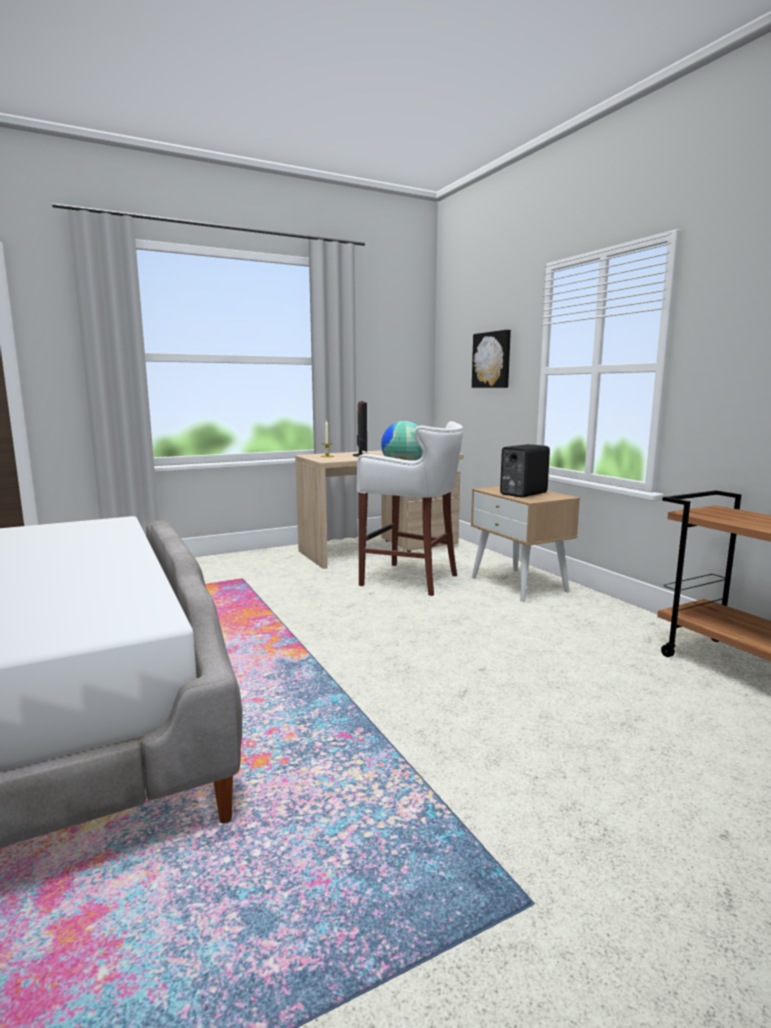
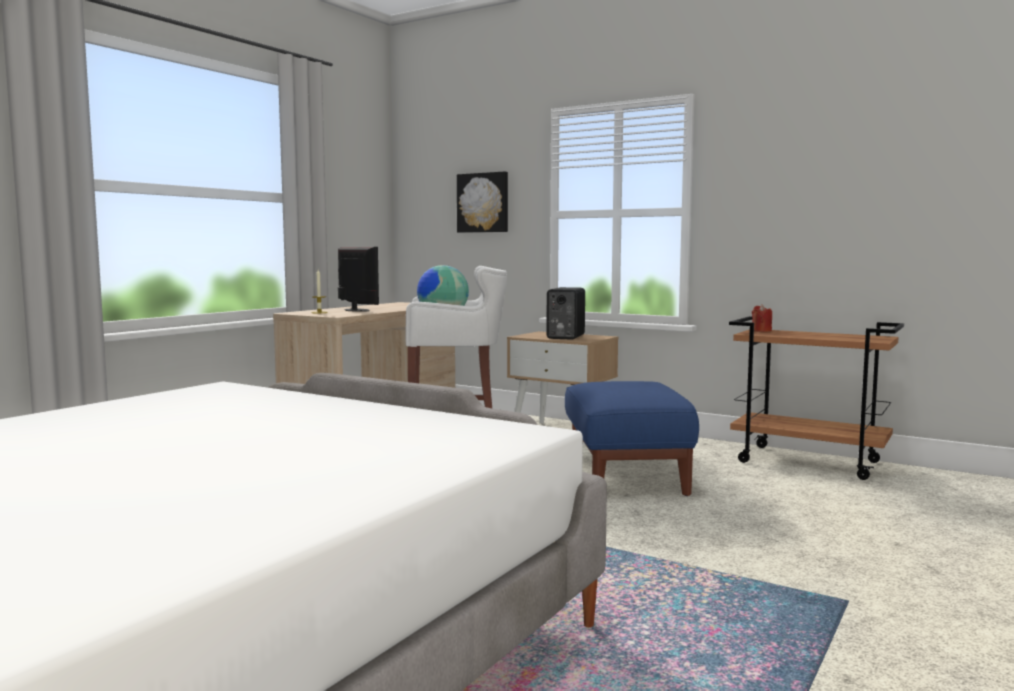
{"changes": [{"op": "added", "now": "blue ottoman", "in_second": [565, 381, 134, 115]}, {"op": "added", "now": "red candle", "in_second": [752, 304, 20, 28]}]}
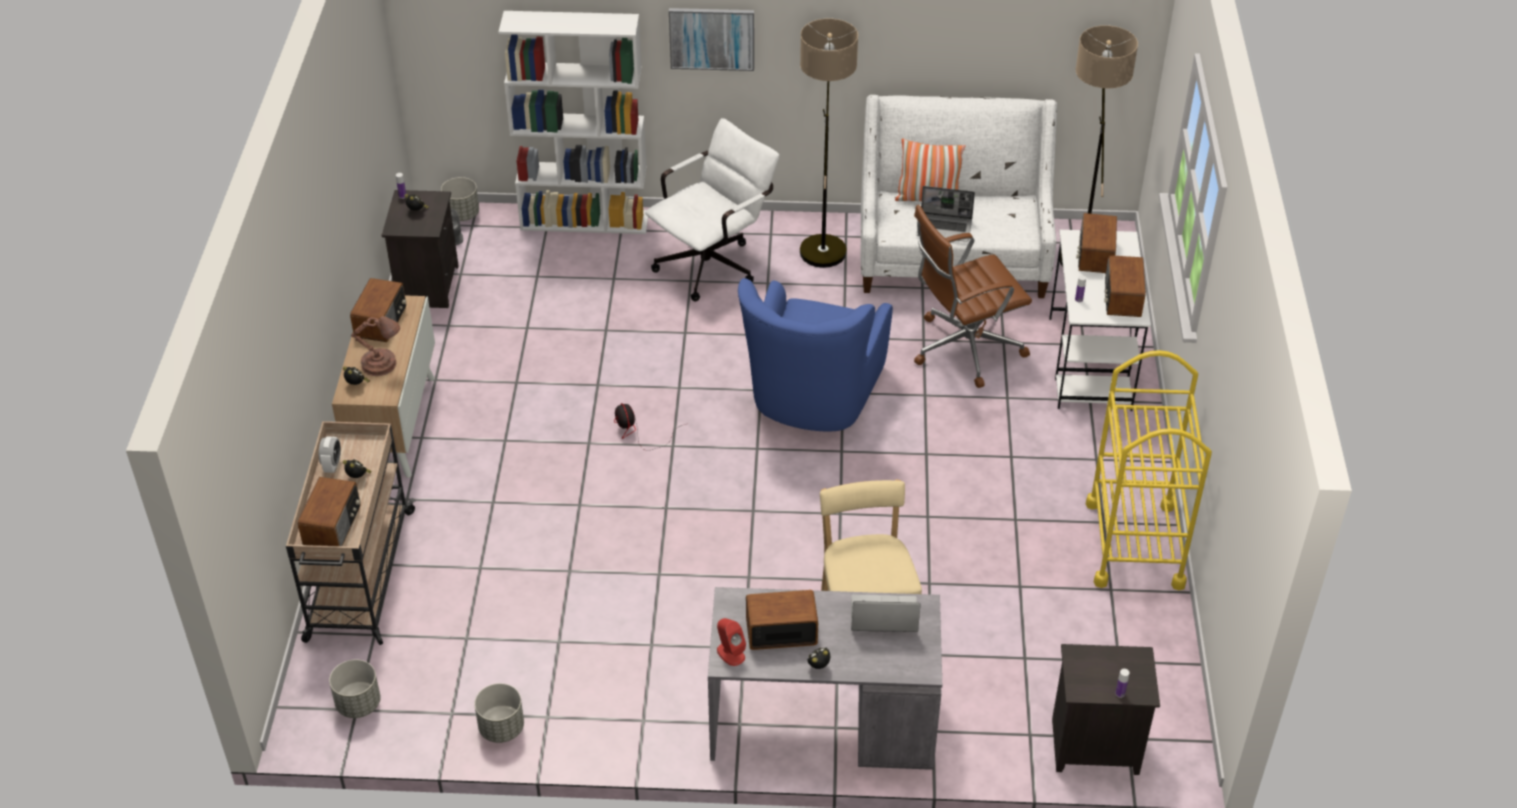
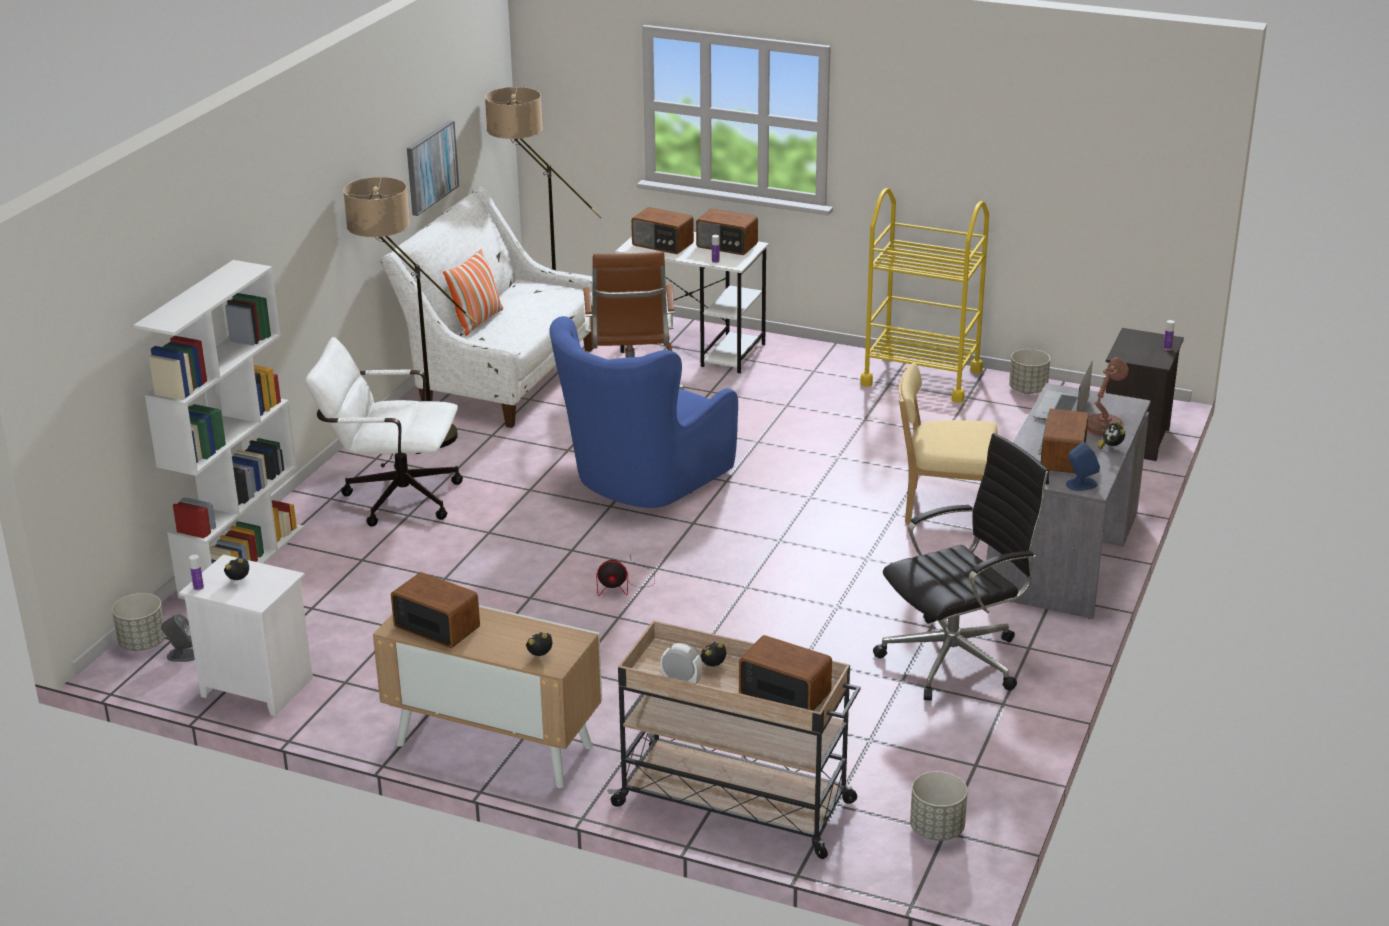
{"changes": [{"op": "removed", "was": "laptop", "in_first": [916, 186, 59, 56]}, {"op": "added", "now": "black office chair", "in_second": [873, 433, 176, 268]}, {"op": "moved", "was": "brown table lamp", "in_first": [351, 316, 49, 60], "in_second": [1087, 357, 42, 80]}, {"op": "moved", "was": "grey planter", "in_first": [474, 683, 50, 60], "in_second": [1009, 349, 41, 45]}, {"op": "moved", "was": "picture", "in_first": [669, 8, 85, 63], "in_second": [407, 120, 52, 96]}, {"op": "recoloured", "was": "black nightstand", "now": "white nightstand", "in_first": [381, 190, 78, 118], "in_second": [179, 554, 134, 162]}, {"op": "recoloured", "was": "red speaker", "now": "blue speaker", "in_first": [717, 618, 29, 48], "in_second": [1066, 441, 34, 50]}, {"op": "turned", "was": "white office chair", "in_first": [645, 118, 134, 183], "in_second": [305, 337, 158, 190], "clockwise": -60}, {"op": "turned", "was": "blue armchair", "in_first": [738, 278, 155, 154], "in_second": [549, 316, 189, 192], "clockwise": 90}]}
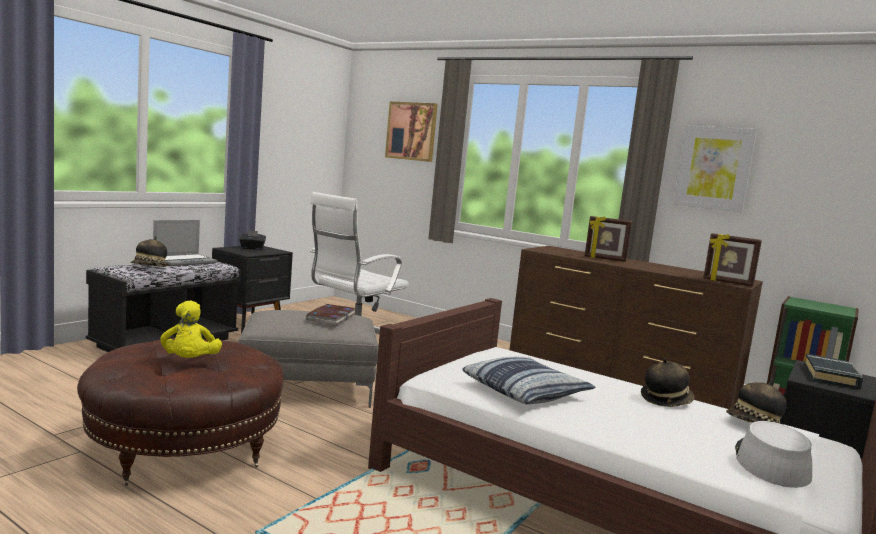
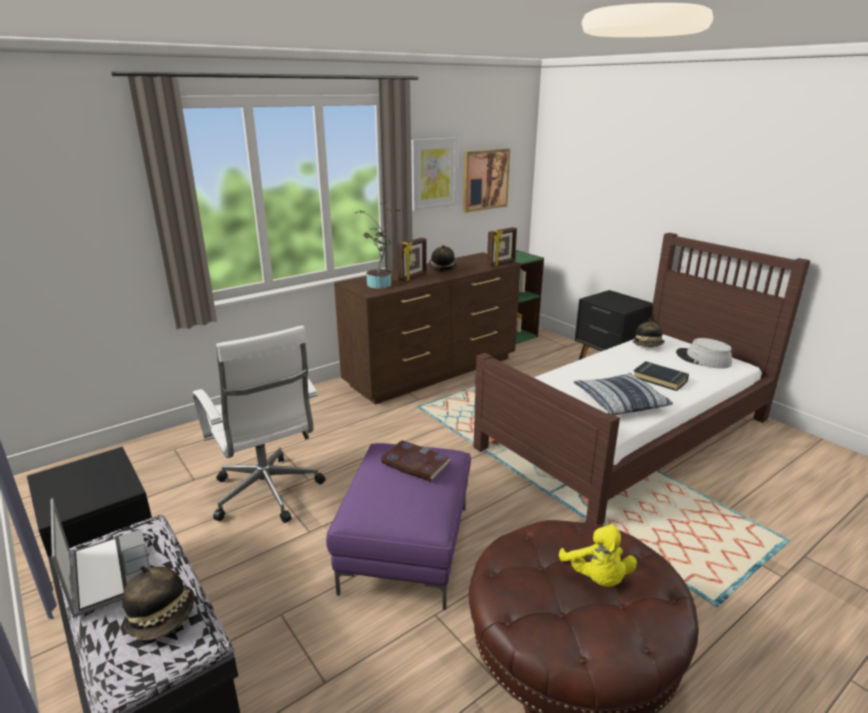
{"changes": [{"op": "removed", "was": "black tissue box", "in_first": [239, 230, 27, 20]}, {"op": "added", "now": "potted plant", "in_second": [355, 202, 45, 87]}, {"op": "moved", "was": "picture", "in_first": [385, 101, 53, 61], "in_second": [463, 149, 47, 63]}, {"op": "moved", "was": "hat", "in_first": [641, 358, 54, 49], "in_second": [429, 245, 28, 27]}, {"op": "moved", "was": "black book", "in_first": [804, 354, 59, 35], "in_second": [633, 361, 56, 30]}, {"op": "recoloured", "was": "grey ottoman", "now": "purple ottoman", "in_first": [238, 310, 140, 98], "in_second": [326, 443, 145, 167]}, {"op": "turned", "was": "yellow plush toy", "in_first": [160, 301, 62, 57], "in_second": [559, 524, 78, 63], "clockwise": 75}]}
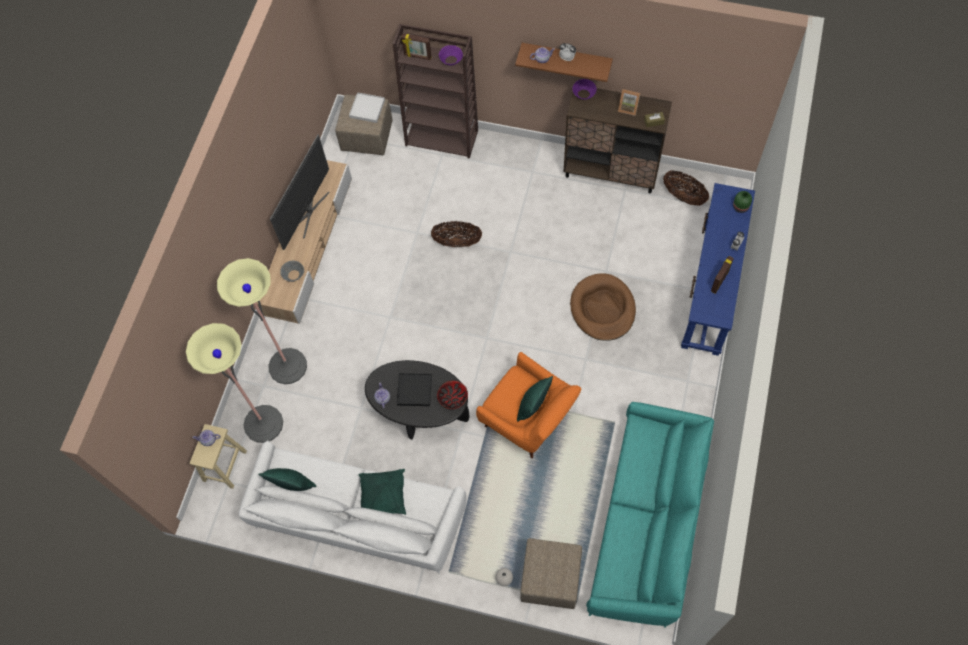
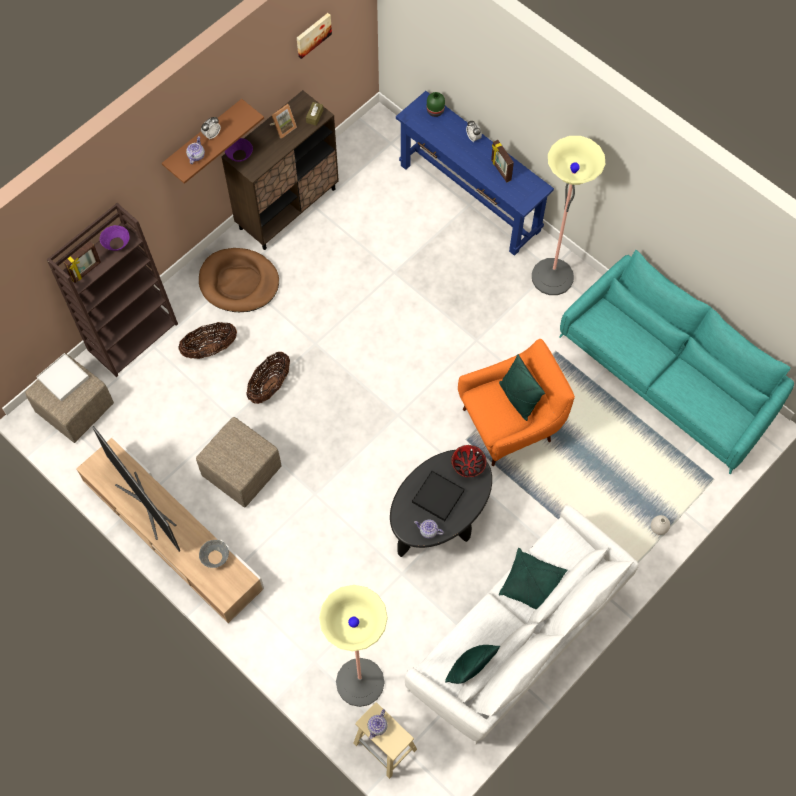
{"changes": [{"op": "added", "now": "picture", "in_second": [297, 13, 35, 46]}, {"op": "moved", "was": "floor lamp", "in_first": [217, 258, 90, 126], "in_second": [532, 136, 73, 159]}, {"op": "moved", "was": "beige ottoman", "in_first": [520, 538, 62, 71], "in_second": [196, 417, 86, 91]}, {"op": "moved", "was": "brown dog bed", "in_first": [570, 273, 66, 68], "in_second": [199, 248, 80, 64]}, {"op": "moved", "was": "basket", "in_first": [663, 170, 46, 36], "in_second": [178, 322, 59, 37]}]}
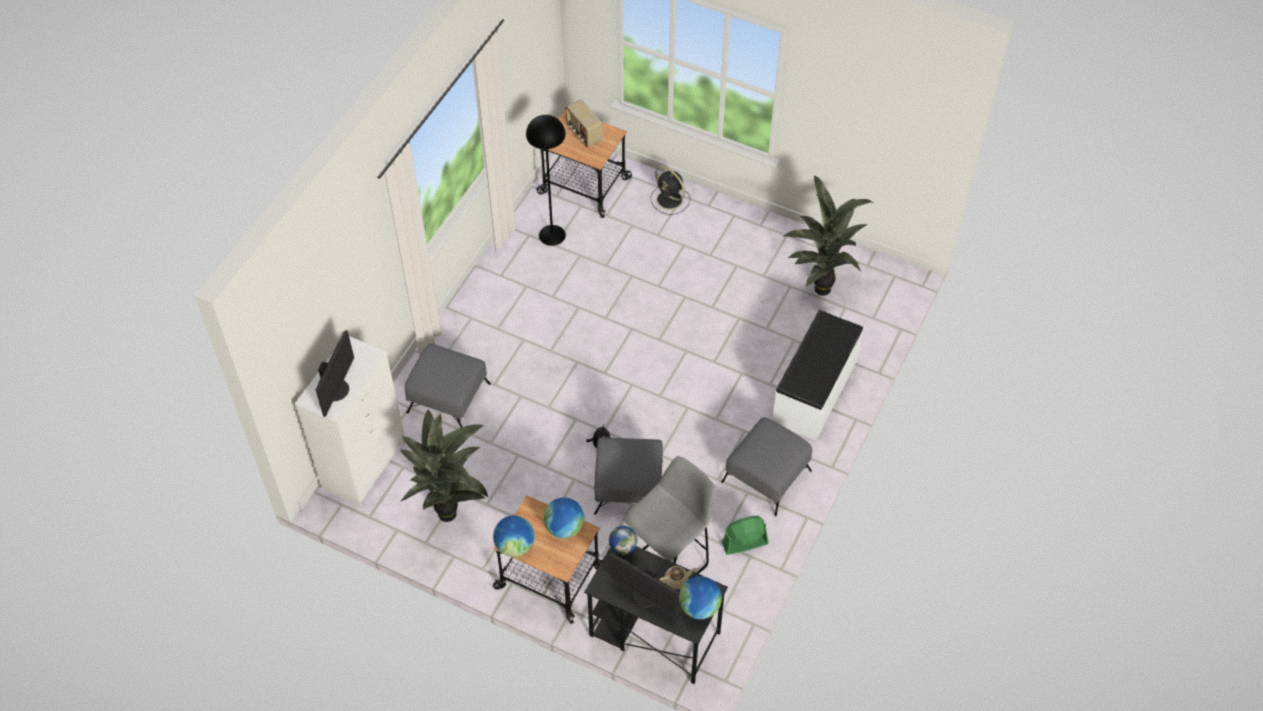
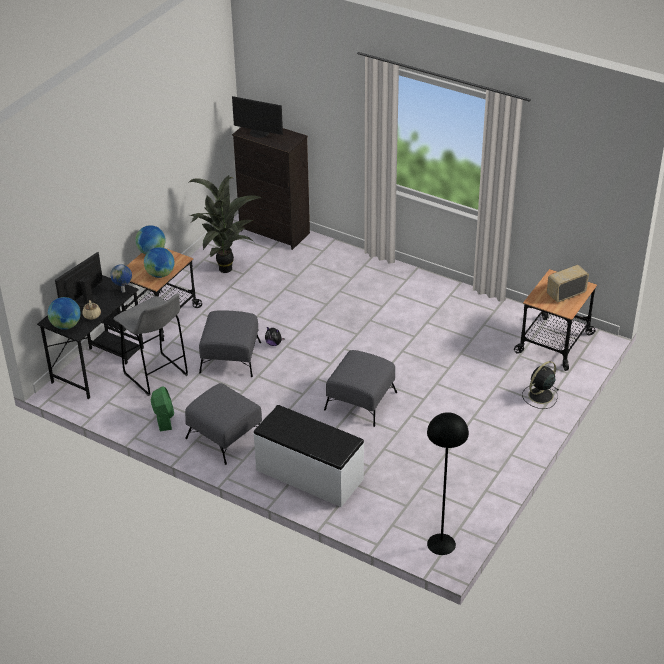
{"changes": [{"op": "removed", "was": "potted plant", "in_first": [782, 175, 91, 121]}, {"op": "moved", "was": "grey ottoman", "in_first": [405, 343, 86, 85], "in_second": [324, 350, 73, 77]}, {"op": "moved", "was": "black floor lamp", "in_first": [526, 115, 40, 131], "in_second": [427, 412, 42, 143]}, {"op": "recoloured", "was": "white dresser", "now": "black dresser", "in_first": [295, 336, 110, 171], "in_second": [232, 127, 78, 123]}]}
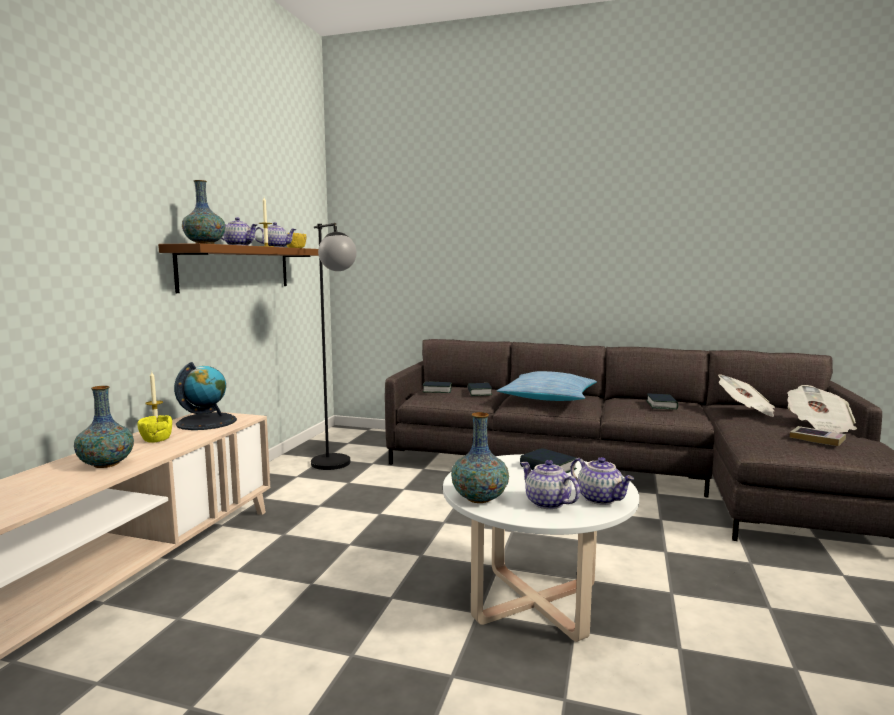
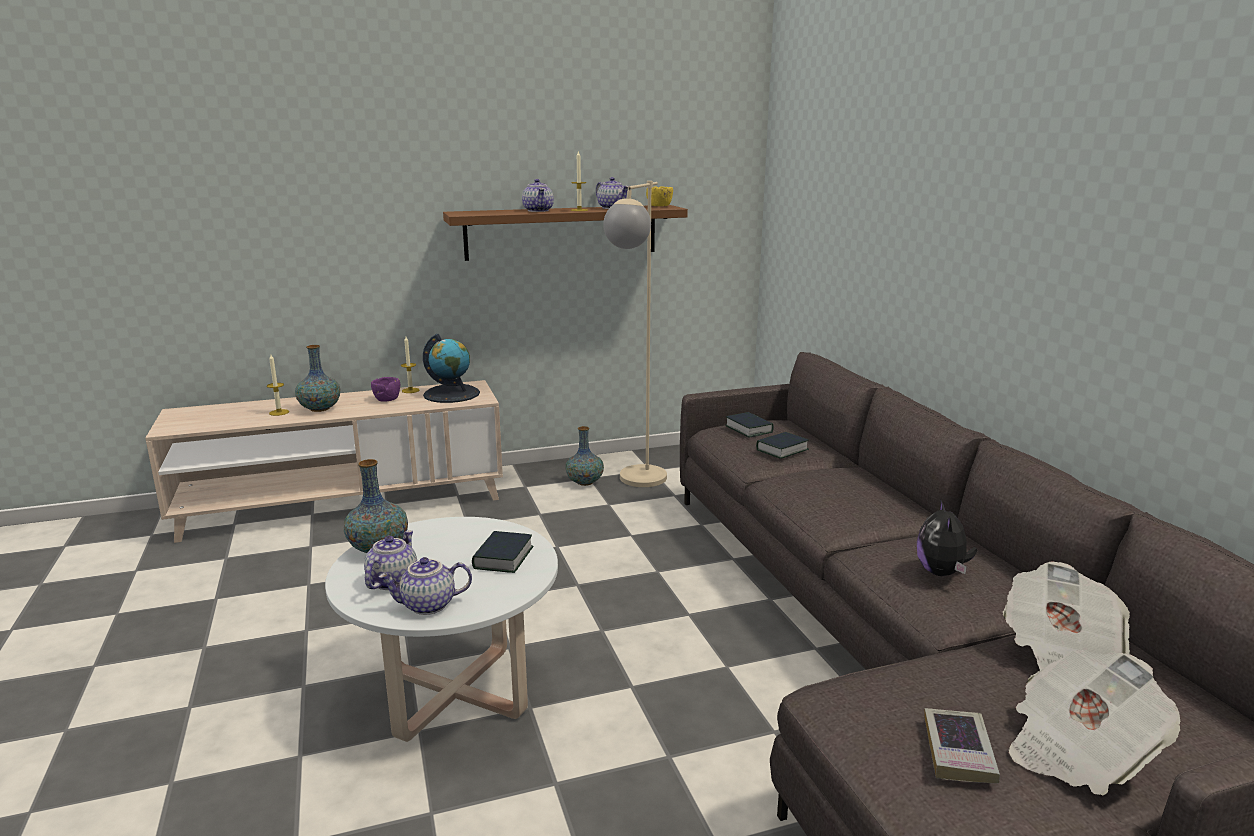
{"changes": [{"op": "removed", "was": "pillow", "in_first": [497, 371, 100, 30]}, {"op": "added", "now": "candle", "in_second": [267, 355, 22, 61]}, {"op": "moved", "was": "vase", "in_first": [182, 180, 43, 64], "in_second": [565, 426, 39, 60]}, {"op": "replaced", "was": "book", "now": "plush toy", "in_first": [646, 393, 32, 17], "in_second": [917, 499, 60, 77]}, {"op": "recoloured", "was": "yellow bowl", "now": "purple bowl", "in_first": [138, 415, 34, 28], "in_second": [371, 377, 29, 24]}, {"op": "recoloured", "was": "black floor lamp", "now": "beige floor lamp", "in_first": [311, 223, 46, 247], "in_second": [603, 181, 64, 306]}, {"op": "turned", "was": "teapot", "in_first": [571, 457, 63, 48], "in_second": [378, 557, 94, 58], "clockwise": 60}]}
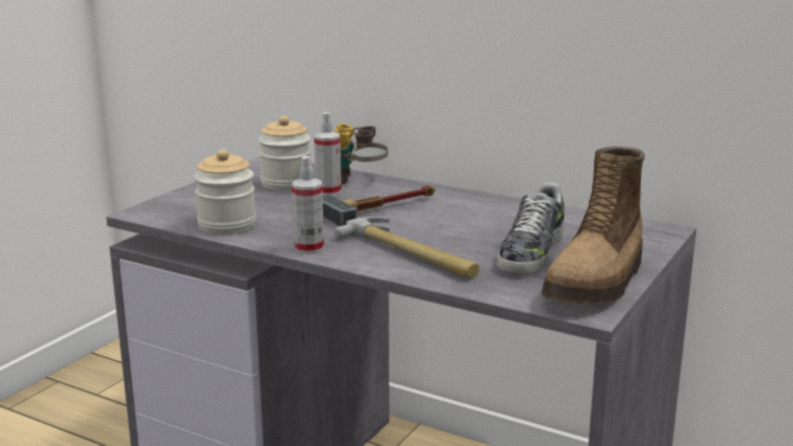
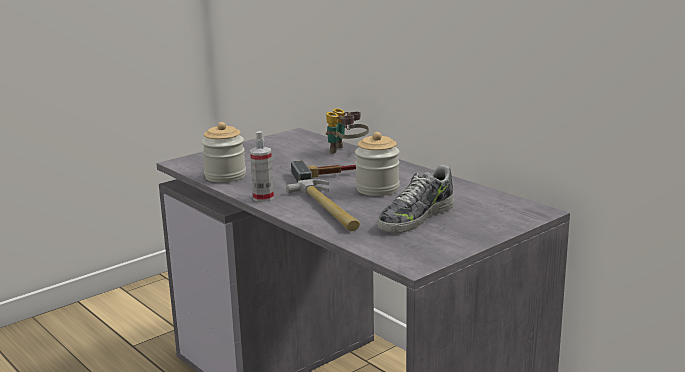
{"changes": [{"op": "removed", "was": "spray bottle", "in_first": [314, 112, 27, 84]}, {"op": "removed", "was": "boot", "in_first": [541, 146, 104, 158]}, {"op": "moved", "was": "jar", "in_first": [259, 116, 52, 75], "in_second": [355, 132, 44, 64]}]}
